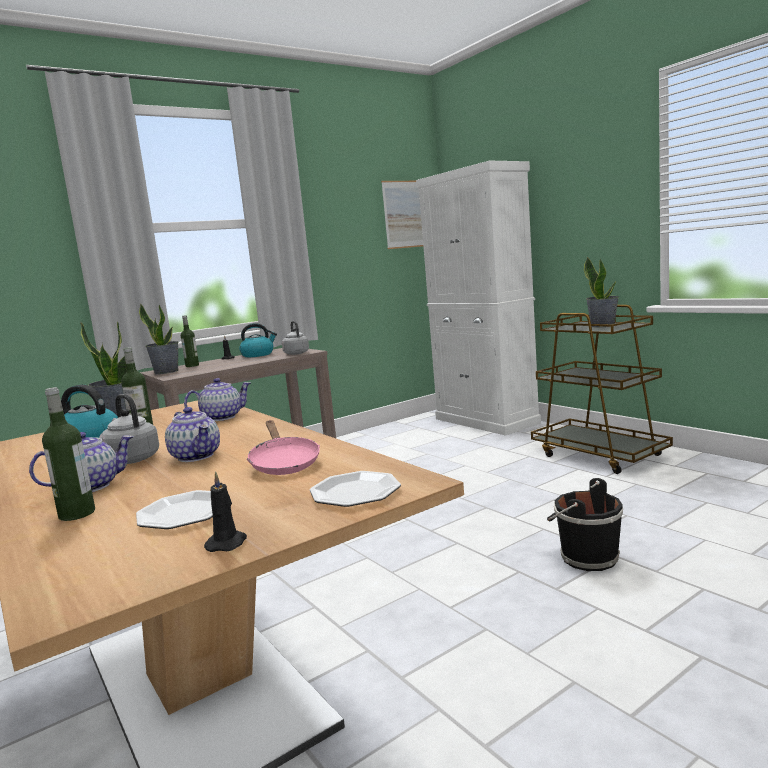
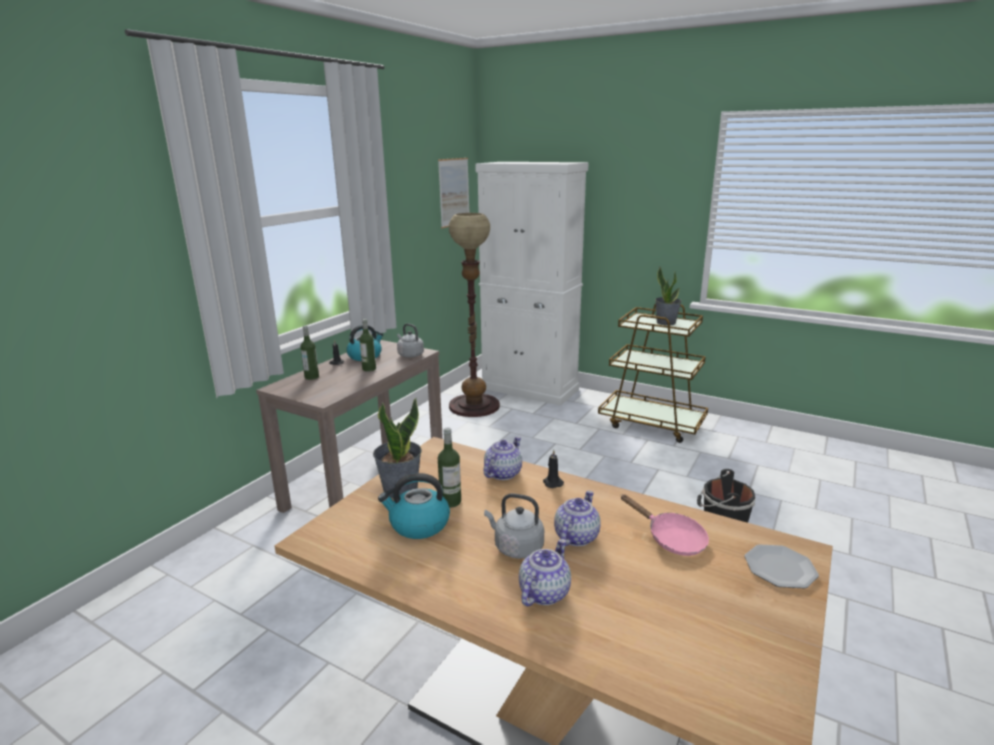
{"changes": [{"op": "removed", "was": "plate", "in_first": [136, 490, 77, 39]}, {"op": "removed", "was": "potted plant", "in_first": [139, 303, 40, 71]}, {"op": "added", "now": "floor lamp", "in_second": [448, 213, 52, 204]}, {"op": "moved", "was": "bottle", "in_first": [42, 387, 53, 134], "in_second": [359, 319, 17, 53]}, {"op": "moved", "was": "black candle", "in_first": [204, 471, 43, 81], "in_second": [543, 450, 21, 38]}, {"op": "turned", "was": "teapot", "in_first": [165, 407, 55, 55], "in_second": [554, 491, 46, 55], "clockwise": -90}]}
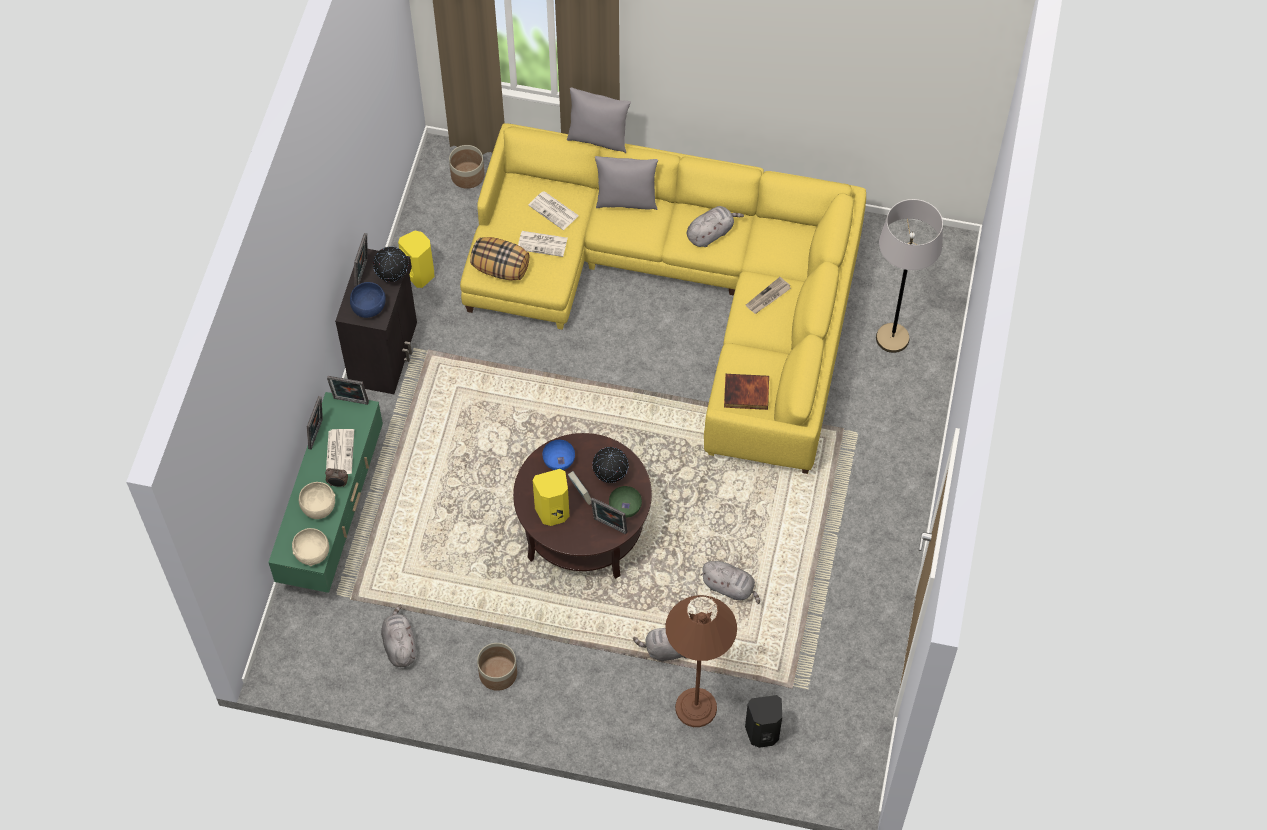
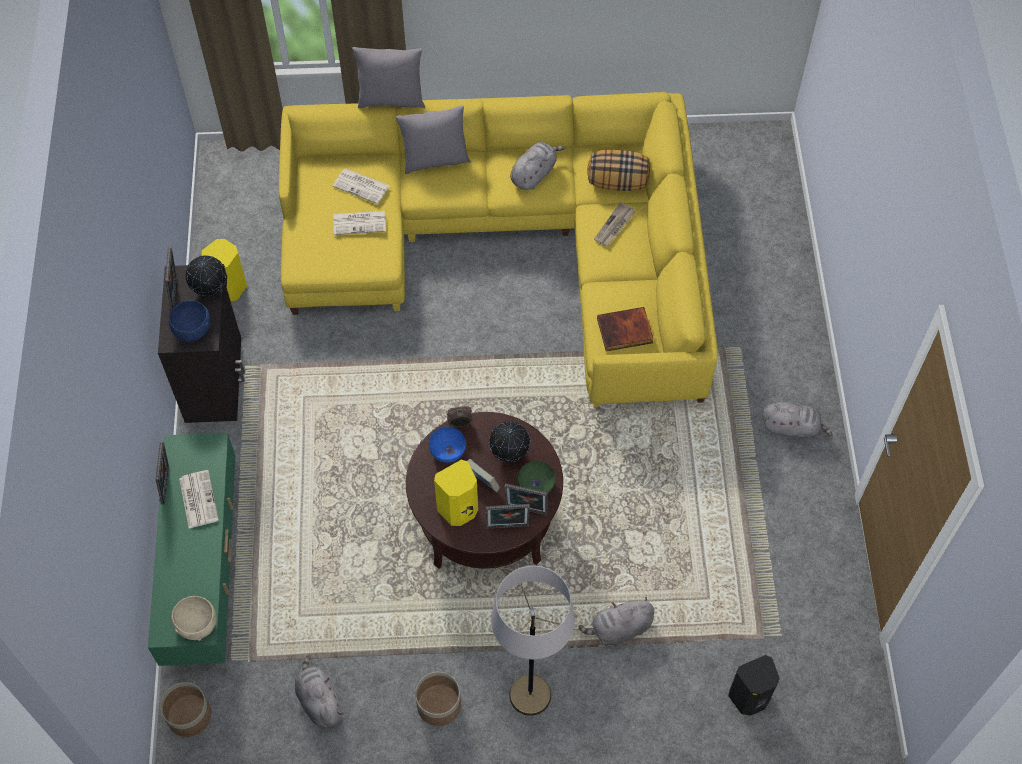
{"changes": [{"op": "removed", "was": "beige bowl", "in_first": [299, 482, 37, 37]}, {"op": "removed", "was": "brown floor lamp", "in_first": [665, 595, 72, 132]}, {"op": "moved", "was": "alarm clock", "in_first": [325, 468, 23, 19], "in_second": [447, 406, 25, 21]}, {"op": "moved", "was": "picture frame", "in_first": [327, 376, 42, 29], "in_second": [486, 504, 44, 25]}, {"op": "moved", "was": "planter", "in_first": [449, 145, 36, 44], "in_second": [160, 682, 51, 55]}, {"op": "moved", "was": "pillow", "in_first": [470, 237, 59, 44], "in_second": [587, 149, 63, 42]}, {"op": "moved", "was": "grey plush toy", "in_first": [700, 561, 60, 43], "in_second": [763, 402, 69, 37]}, {"op": "moved", "was": "grey floor lamp", "in_first": [876, 199, 67, 154], "in_second": [491, 566, 84, 150]}]}
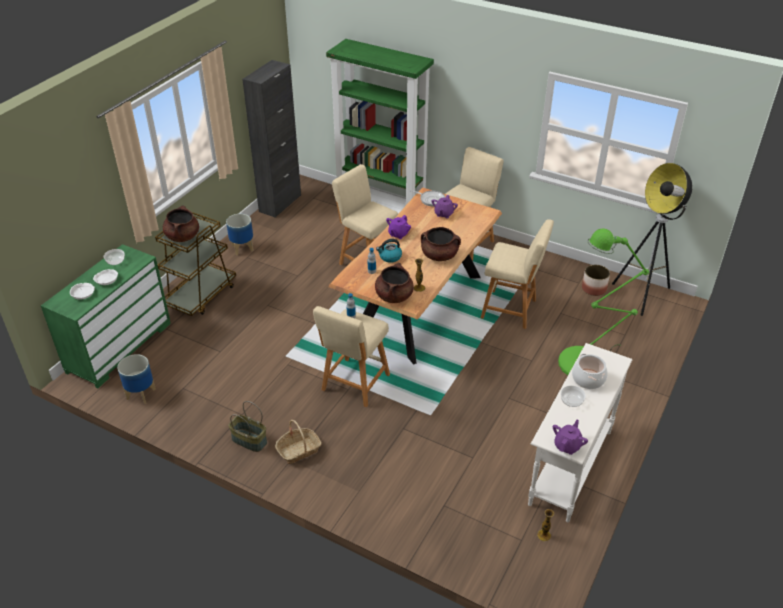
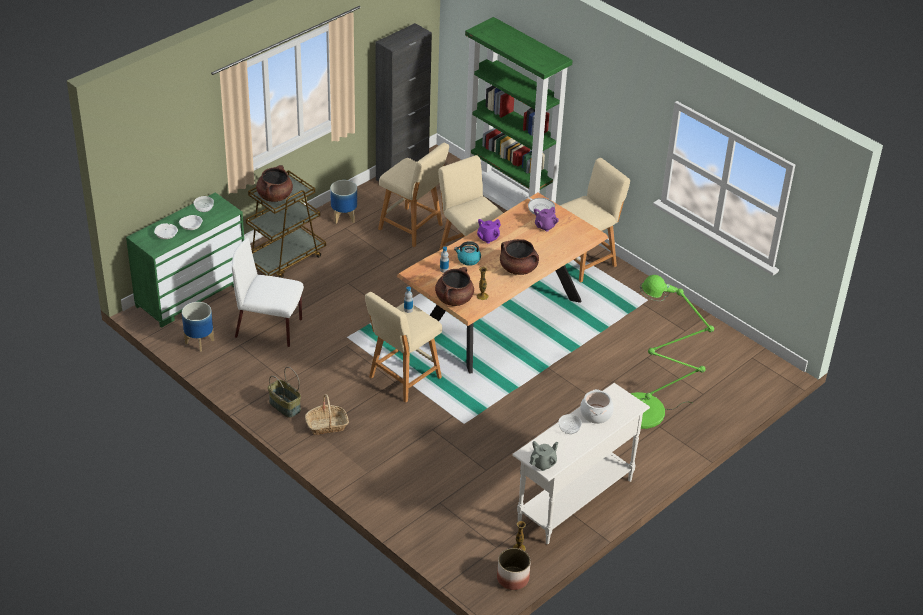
{"changes": [{"op": "removed", "was": "floor lamp", "in_first": [612, 163, 80, 153]}, {"op": "added", "now": "white chair", "in_second": [232, 238, 72, 109]}, {"op": "moved", "was": "beige stool", "in_first": [481, 219, 73, 110], "in_second": [378, 143, 71, 104]}, {"op": "moved", "was": "planter", "in_first": [582, 265, 28, 31], "in_second": [497, 548, 34, 42]}, {"op": "recoloured", "was": "purple teapot", "now": "grey teapot", "in_first": [553, 419, 35, 36], "in_second": [530, 441, 28, 30]}]}
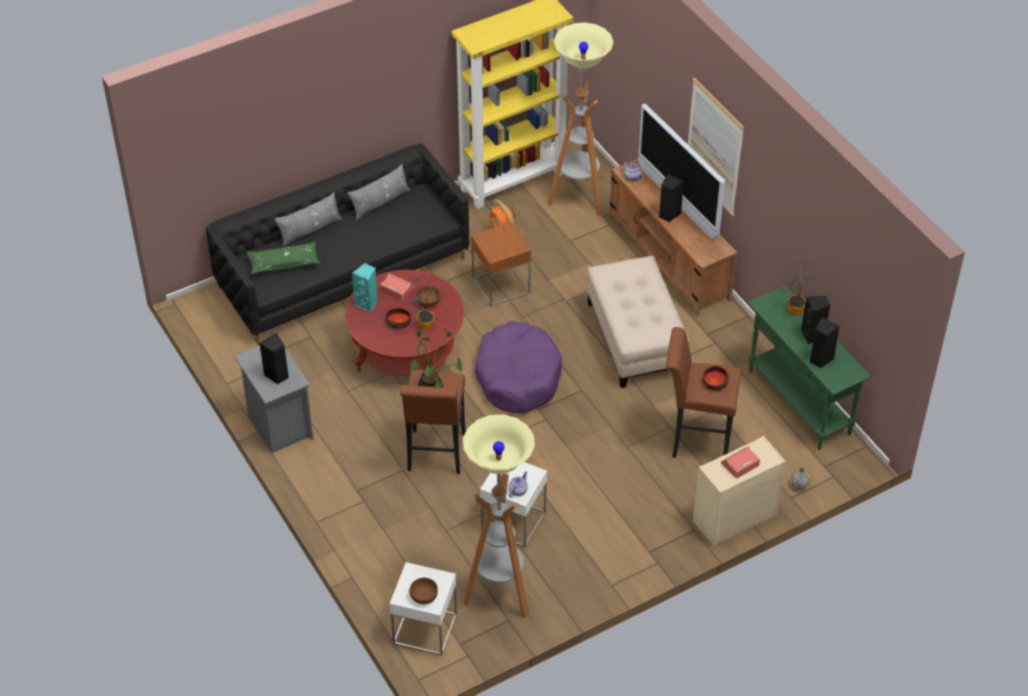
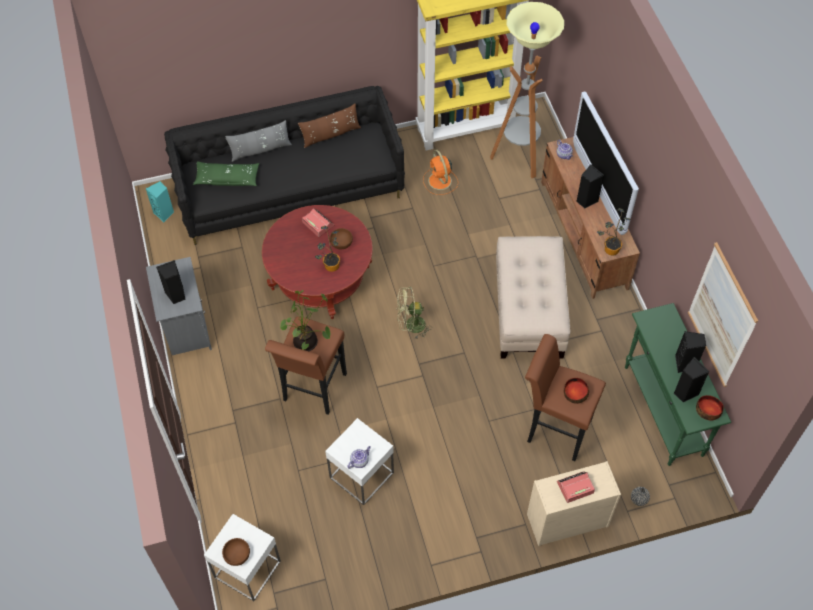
{"changes": [{"op": "removed", "was": "floor lamp", "in_first": [463, 414, 72, 204]}, {"op": "removed", "was": "brown side table", "in_first": [471, 222, 60, 85]}, {"op": "moved", "was": "turquoise speaker", "in_first": [352, 263, 26, 49], "in_second": [146, 181, 28, 42]}, {"op": "moved", "was": "bowl", "in_first": [386, 308, 25, 21], "in_second": [696, 395, 28, 26]}, {"op": "moved", "was": "picture", "in_first": [688, 78, 56, 139], "in_second": [688, 242, 70, 145]}, {"op": "moved", "was": "potted plant", "in_first": [780, 261, 33, 54], "in_second": [597, 208, 34, 47]}, {"op": "replaced", "was": "purple dog bed", "now": "green fan", "in_first": [475, 321, 87, 92], "in_second": [397, 287, 35, 52]}, {"op": "recoloured", "was": "grey pillow", "now": "brown pillow", "in_first": [348, 164, 63, 56], "in_second": [298, 104, 63, 44]}]}
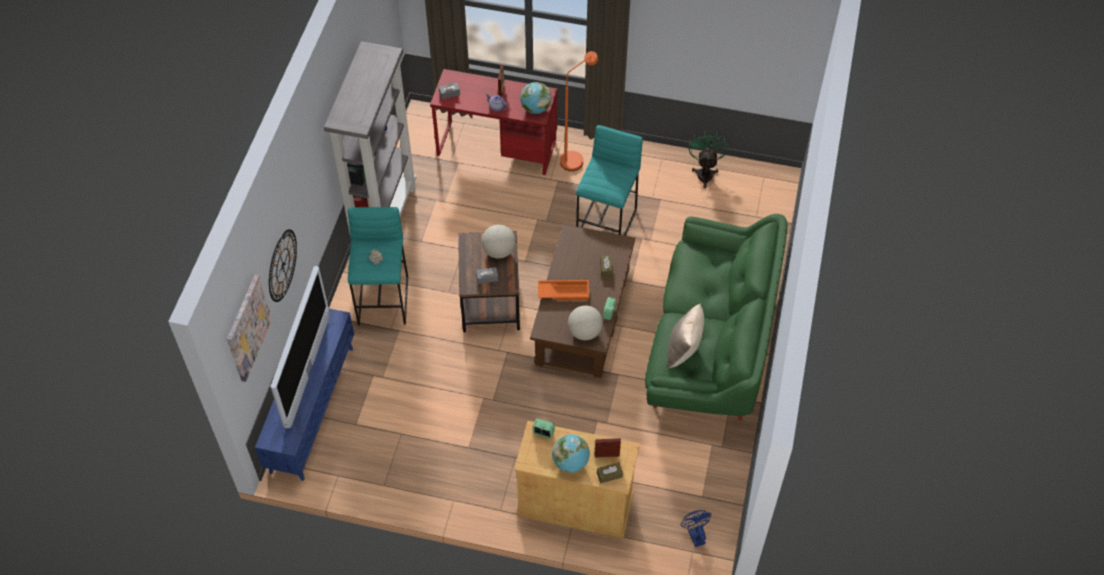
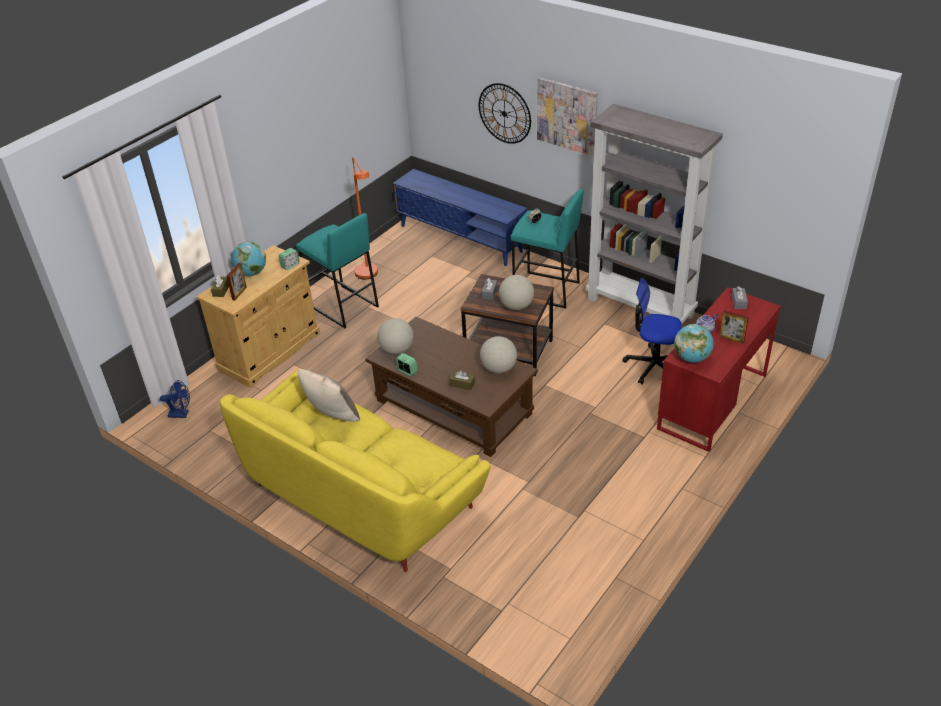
{"changes": [{"op": "removed", "was": "television", "in_first": [270, 266, 59, 162]}, {"op": "removed", "was": "orange tray", "in_first": [538, 280, 51, 21]}, {"op": "removed", "was": "green fan", "in_first": [689, 131, 38, 57]}, {"op": "added", "now": "globe", "in_second": [480, 336, 37, 38]}, {"op": "added", "now": "office chair", "in_second": [623, 278, 59, 106]}, {"op": "moved", "was": "picture", "in_first": [227, 275, 45, 107], "in_second": [537, 77, 61, 79]}, {"op": "moved", "was": "orange floor lamp", "in_first": [560, 51, 38, 120], "in_second": [352, 157, 26, 123]}, {"op": "moved", "was": "turquoise stool", "in_first": [576, 125, 67, 111], "in_second": [296, 213, 83, 115]}, {"op": "recoloured", "was": "green sofa", "now": "yellow sofa", "in_first": [645, 214, 142, 207], "in_second": [220, 369, 271, 203]}]}
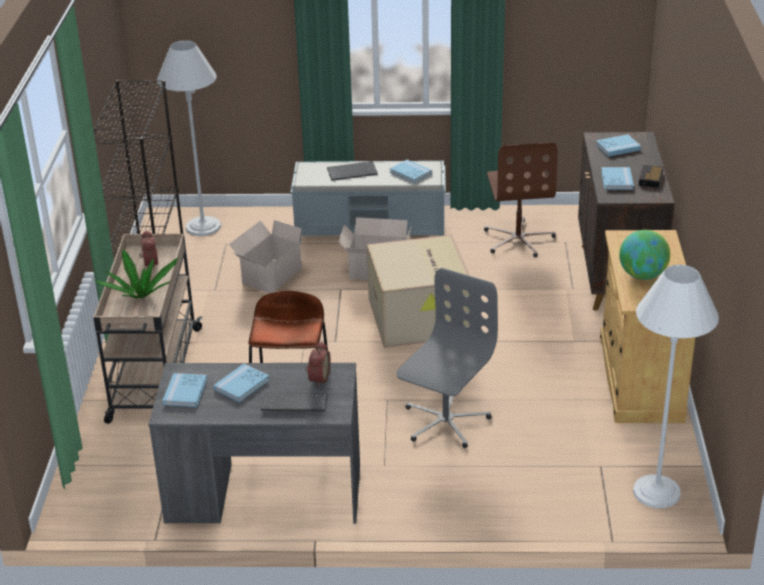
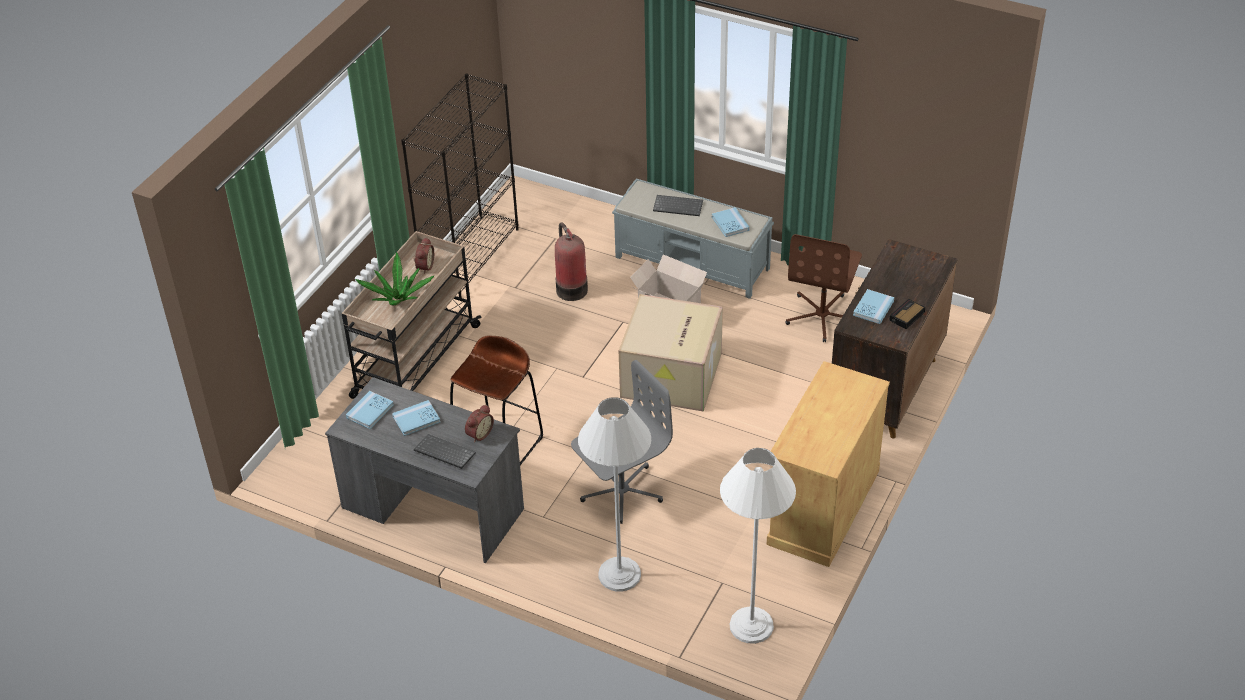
{"changes": [{"op": "removed", "was": "blue book", "in_first": [596, 134, 45, 23]}, {"op": "removed", "was": "globe", "in_first": [619, 230, 51, 50]}, {"op": "moved", "was": "white floor lamp", "in_first": [157, 40, 64, 196], "in_second": [578, 397, 73, 195]}, {"op": "replaced", "was": "cardboard box", "now": "fire extinguisher", "in_first": [229, 220, 80, 73], "in_second": [555, 222, 33, 79]}]}
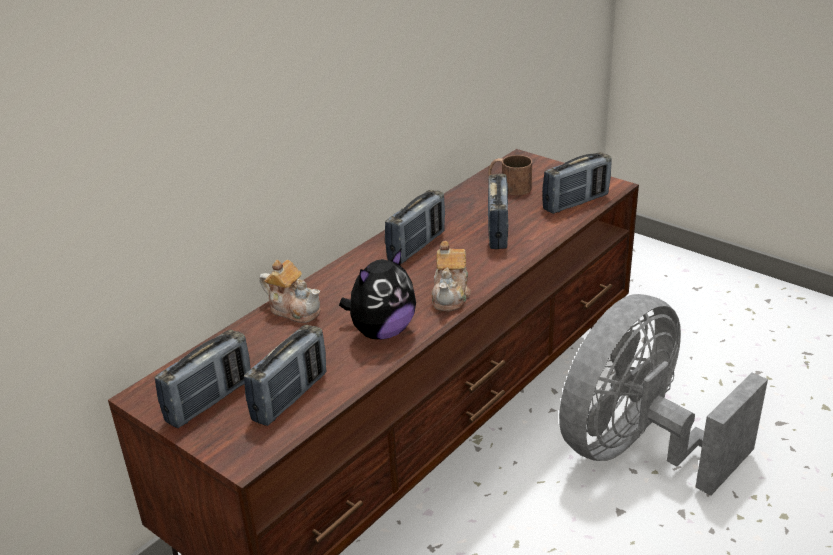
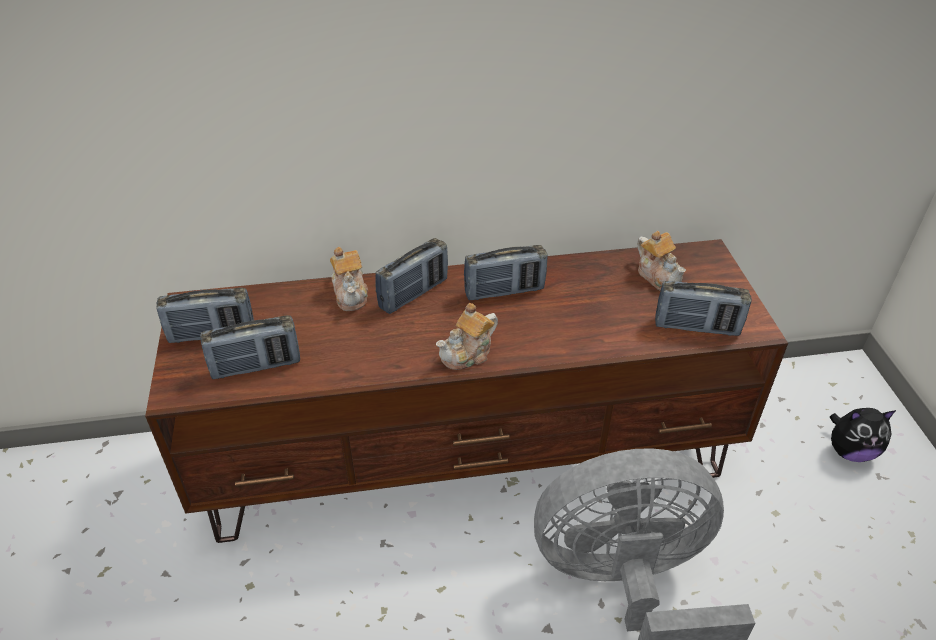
{"changes": [{"op": "moved", "was": "plush toy", "in_first": [339, 248, 77, 91], "in_second": [830, 408, 66, 54]}, {"op": "moved", "was": "radio", "in_first": [488, 174, 20, 75], "in_second": [375, 238, 73, 76]}, {"op": "replaced", "was": "brown mug", "now": "teapot", "in_first": [488, 155, 44, 40], "in_second": [637, 231, 49, 60]}]}
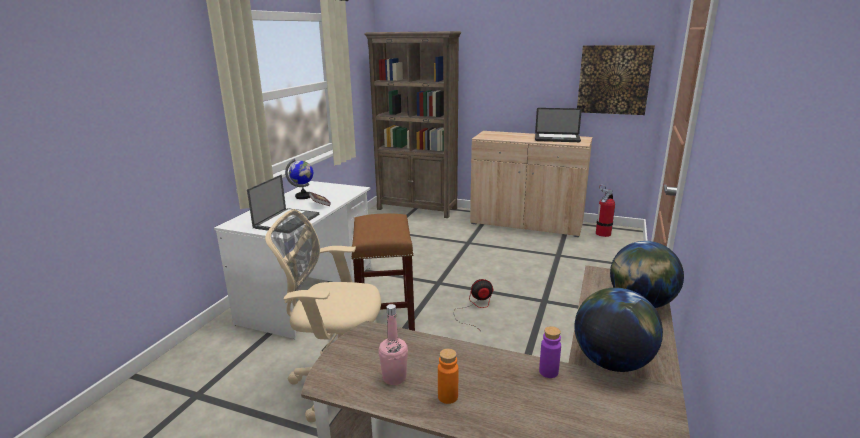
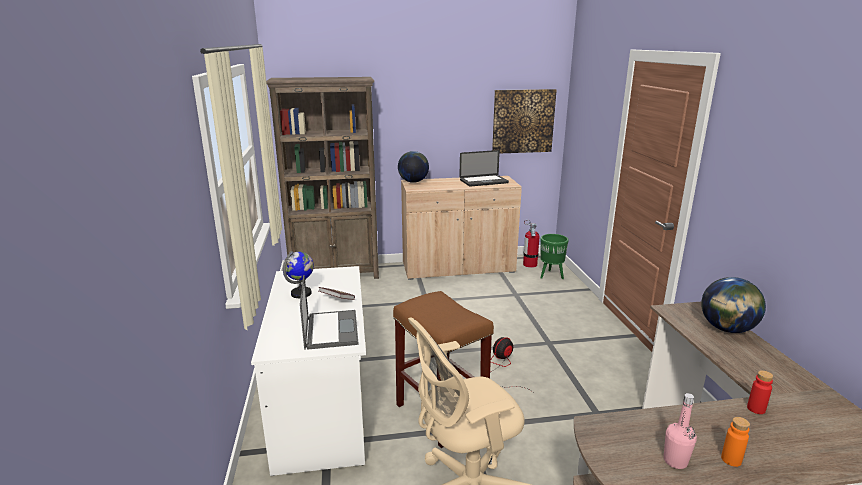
{"changes": [{"op": "added", "now": "green planter", "in_second": [540, 234, 29, 45]}, {"op": "moved", "was": "globe", "in_first": [574, 287, 89, 85], "in_second": [398, 151, 31, 32]}, {"op": "recoloured", "was": "purple bottle", "now": "red bottle", "in_first": [539, 326, 22, 52], "in_second": [747, 370, 26, 44]}]}
